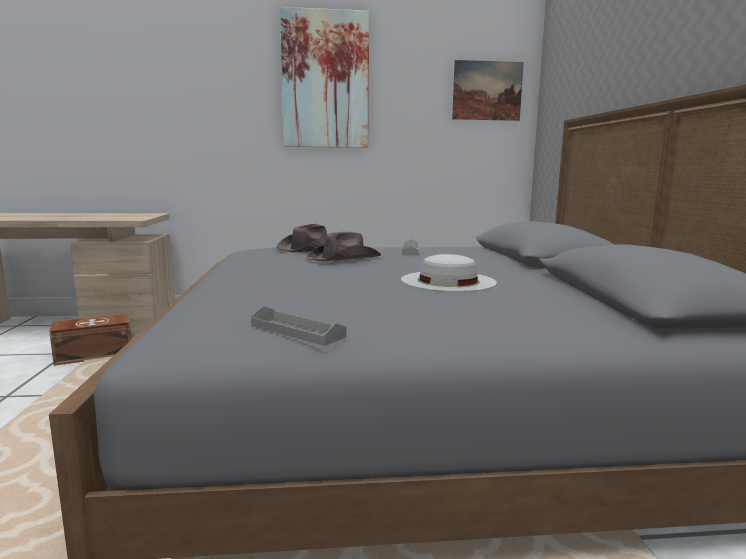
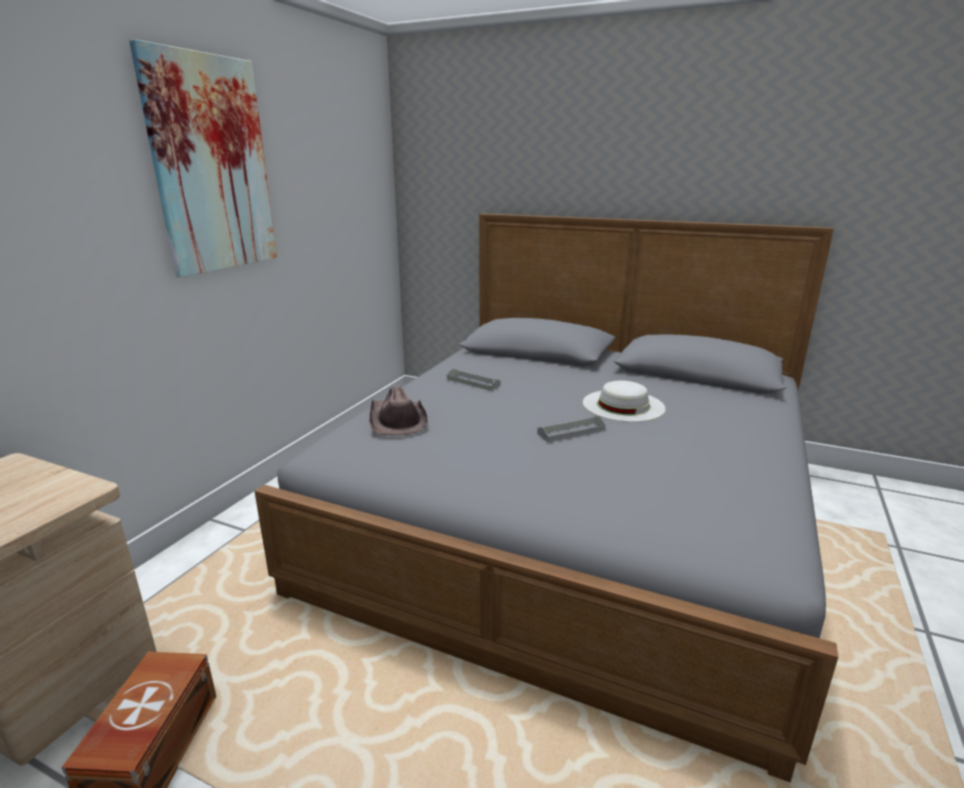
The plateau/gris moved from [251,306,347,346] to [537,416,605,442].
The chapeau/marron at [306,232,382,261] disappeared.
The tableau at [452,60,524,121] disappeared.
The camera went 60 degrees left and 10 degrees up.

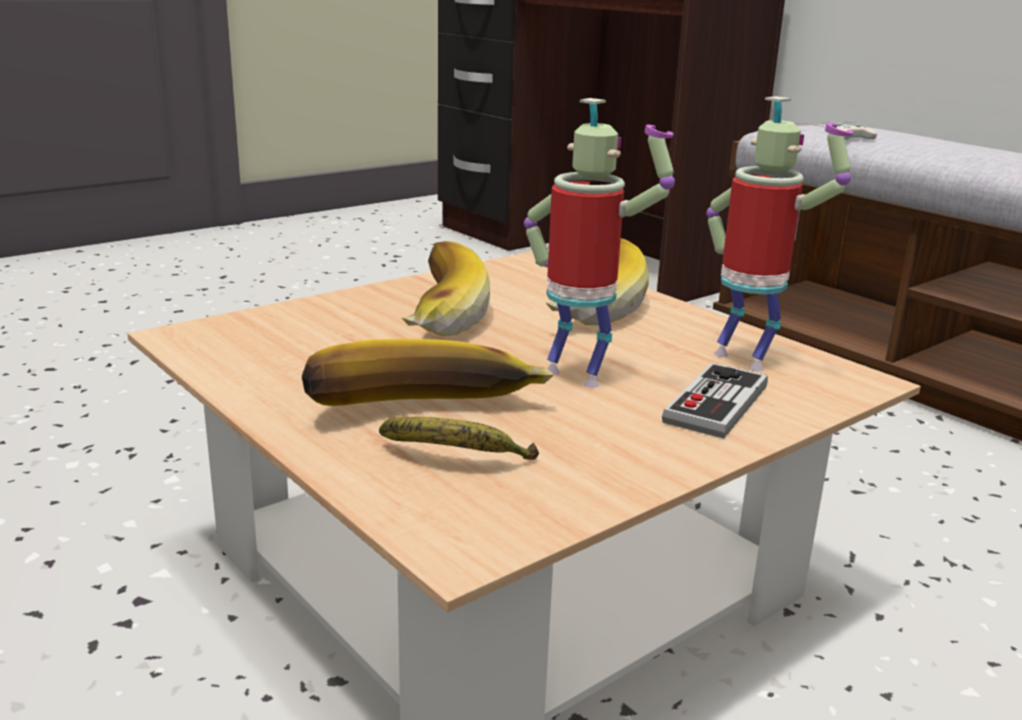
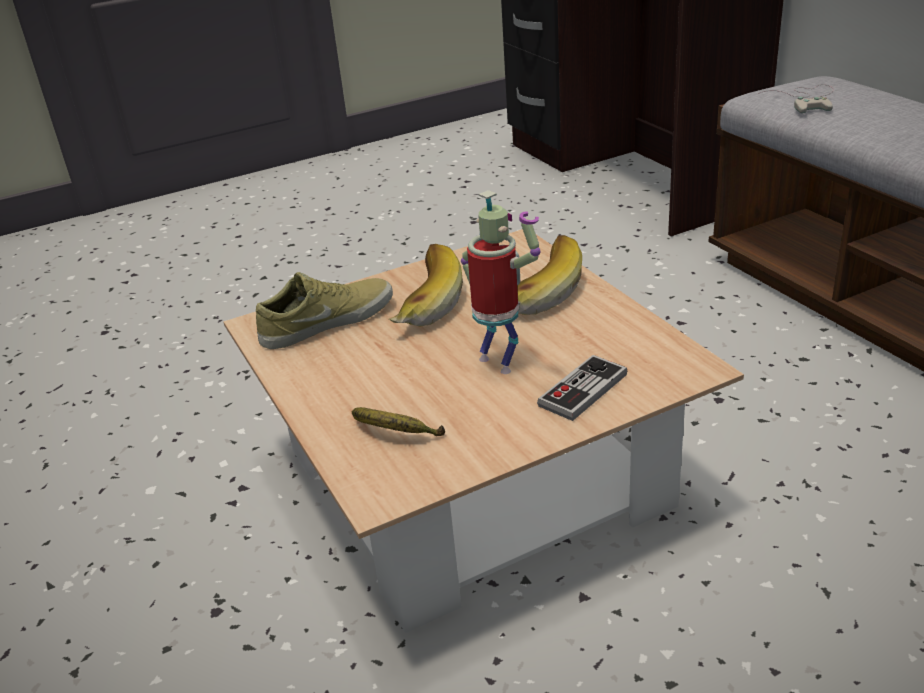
The chaussure/beige at [256,272,393,349] appeared.
The banane at [302,339,554,406] disappeared.
The robot jouet at [706,96,854,371] disappeared.
The camera went 15 degrees right and 10 degrees up.

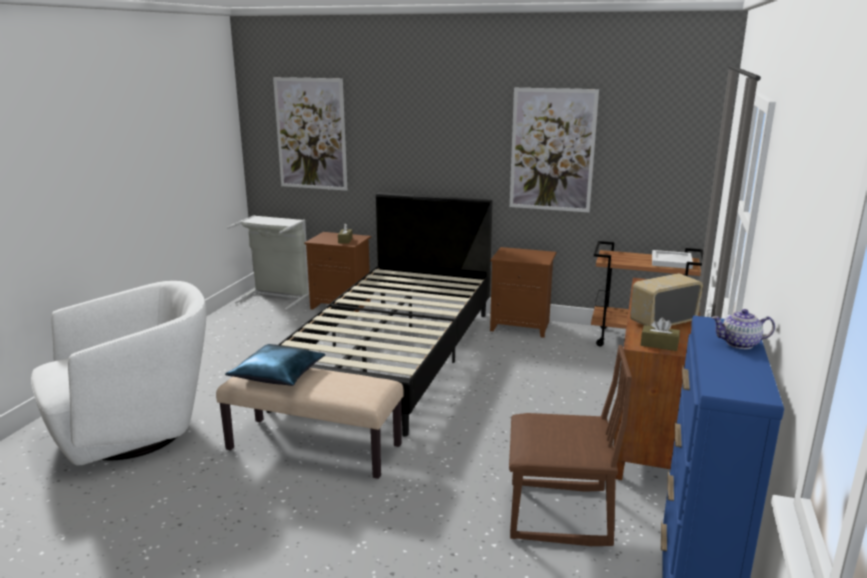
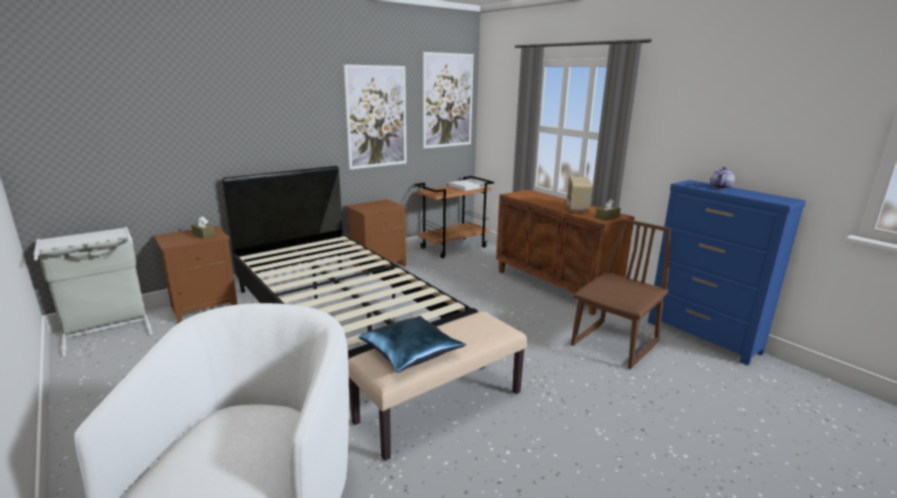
The tableau moved from [273,77,347,191] to [423,52,474,149].
The camera went 55 degrees left and 0 degrees up.

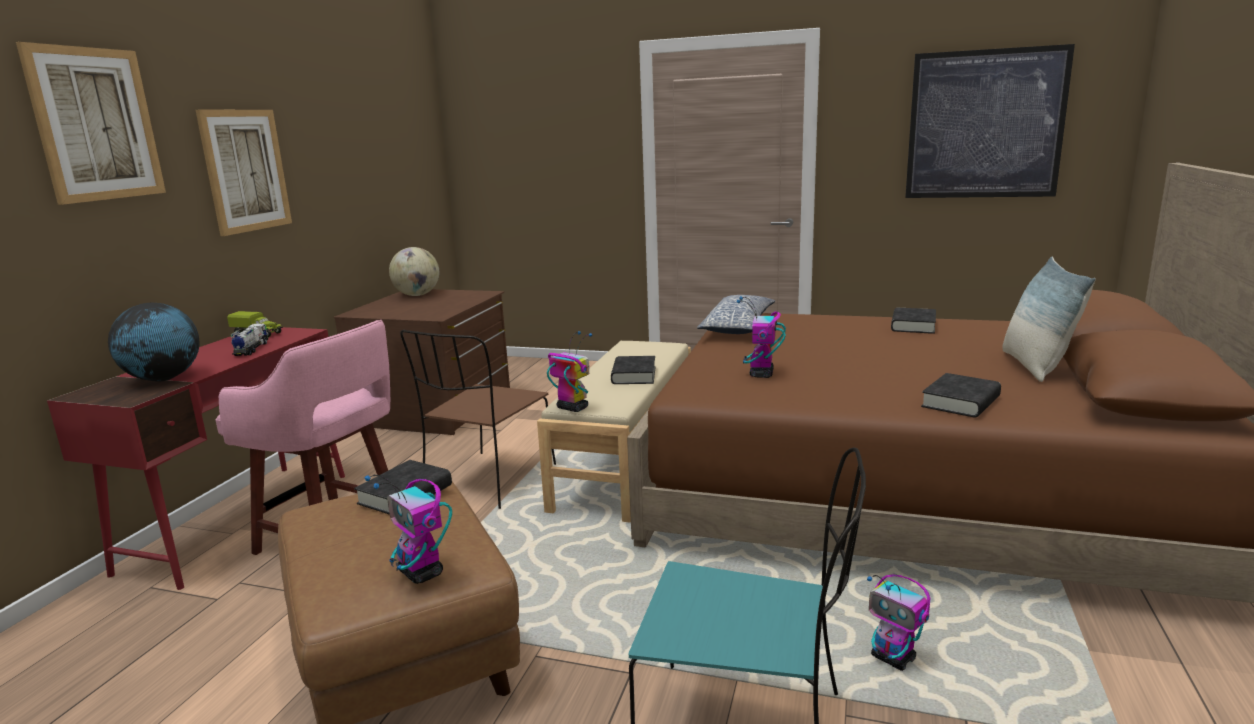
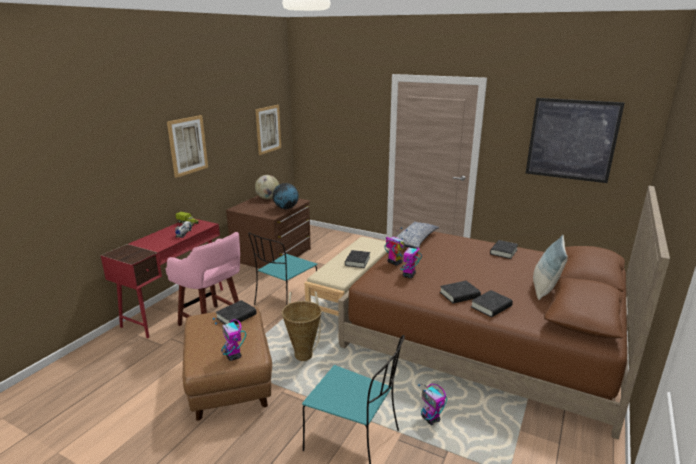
The chaise/marron at [400,330,556,509] became the chaise/turquoise at [248,233,317,306].
The tableau moved from [16,42,166,205] to [255,105,281,155].
The globe moved from [108,303,200,382] to [273,183,299,209].
The panier at [282,291,322,361] appeared.
The robot jouet moved from [547,331,592,412] to [384,227,408,266].
The livre/noir at [440,281,481,304] appeared.
The camera went 10 degrees right and 5 degrees up.

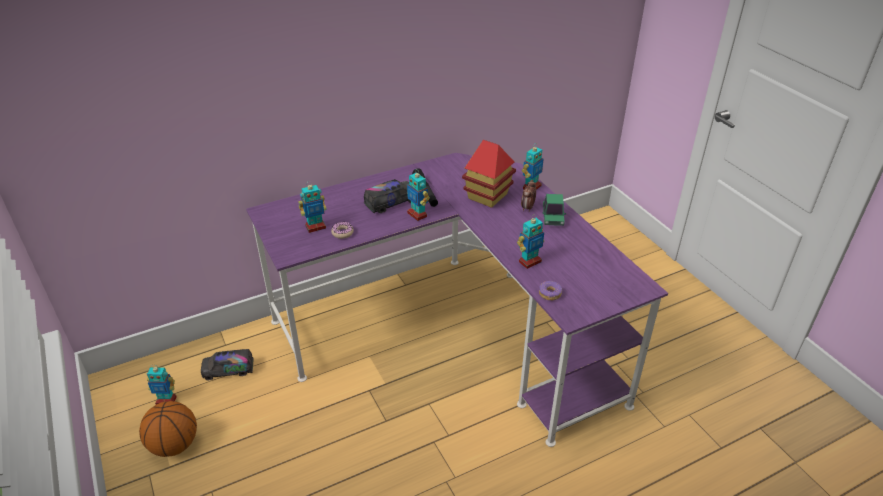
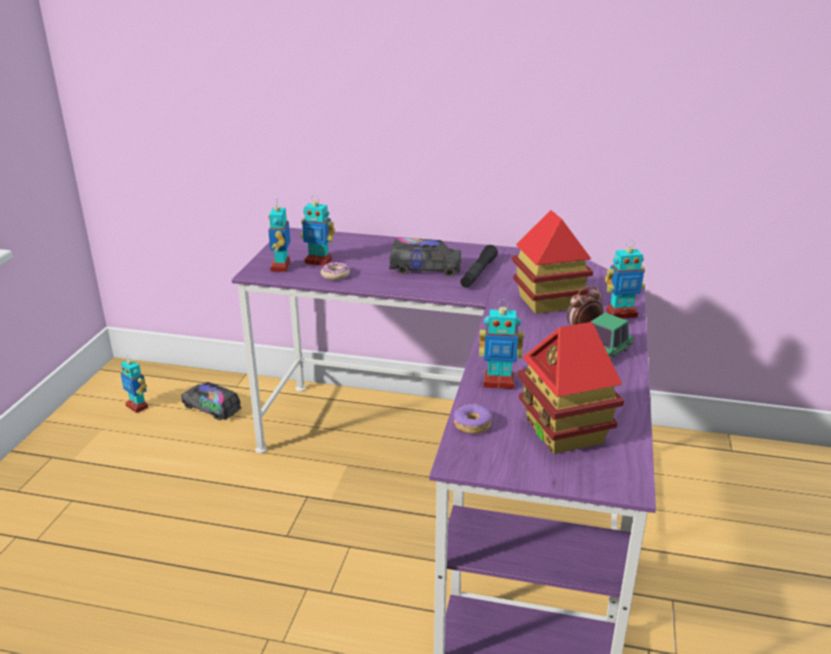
The robot jouet moved from [407,170,430,221] to [268,199,290,272].
The maison miniature at [518,322,624,454] appeared.
The ballon de basket at [139,401,197,457] disappeared.
The camera went 40 degrees right and 10 degrees down.

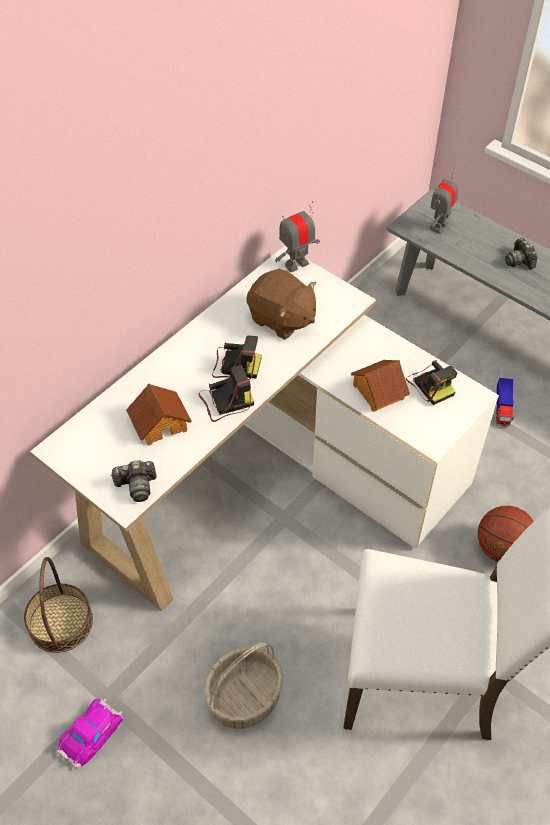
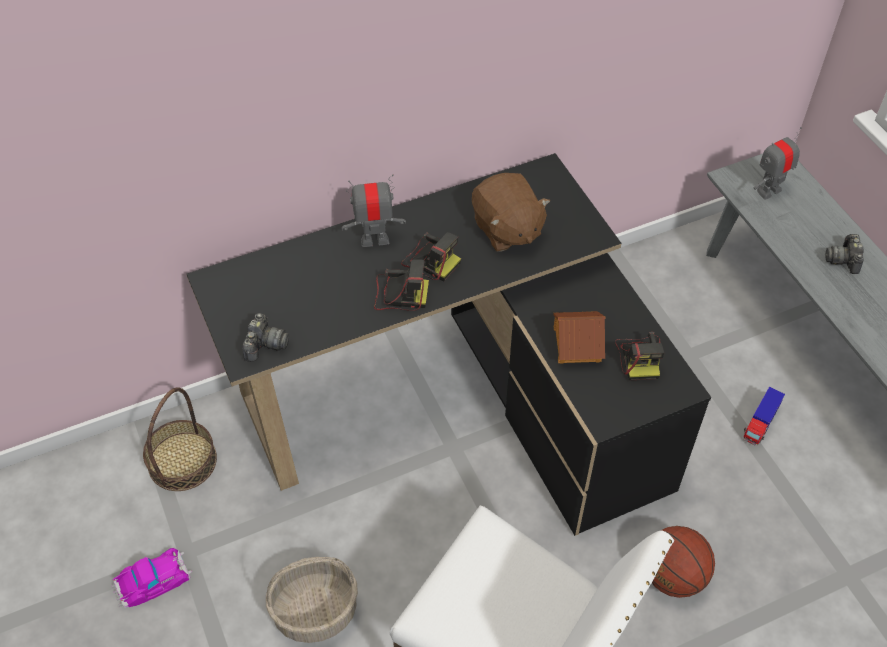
The bureau/blanc at [30,246,499,612] became the bureau/noir at [187,153,711,536].
The appareil photo at [111,460,157,502] turned 90 degrees counterclockwise.
The robot jouet moved from [275,201,320,272] to [342,174,406,247].
The maison miniature at [126,383,192,446] disappeared.
The camera went 25 degrees right and 0 degrees up.

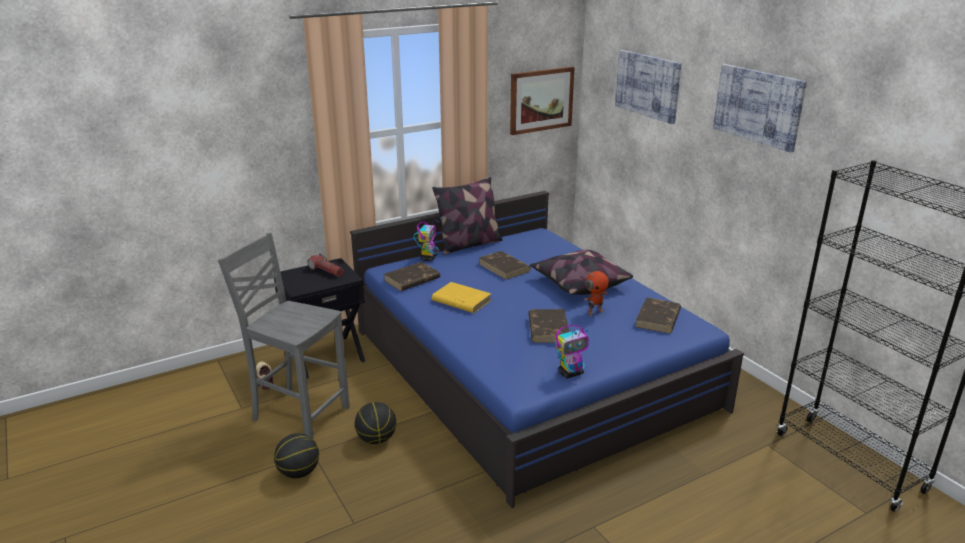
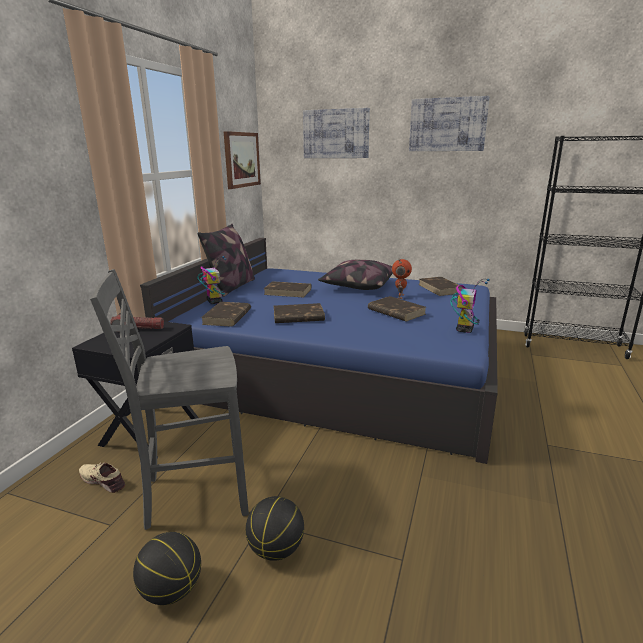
The ballon de basket moved from [355,402,396,444] to [133,532,201,605].
The livre/jaune at [432,282,491,313] became the livre/marron at [274,303,325,323].
The camera went 40 degrees left and 5 degrees down.

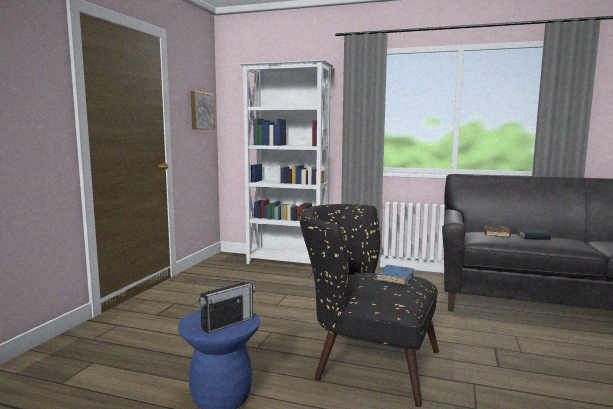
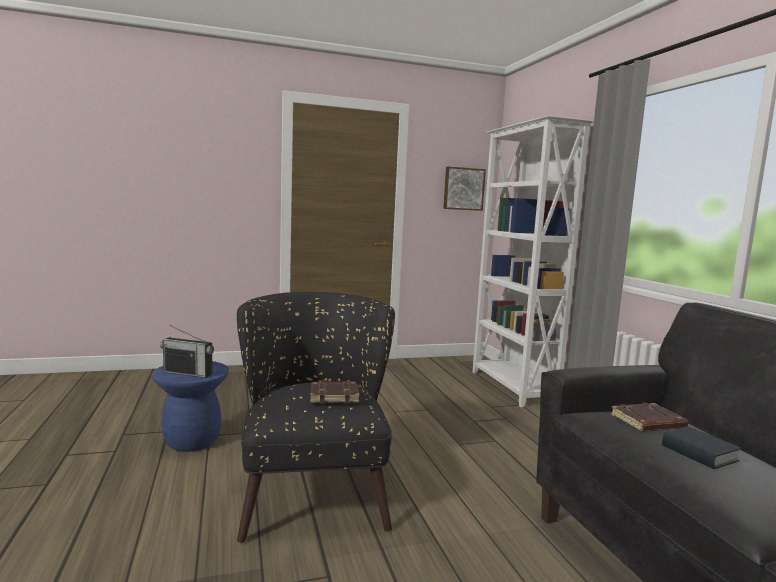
The livre/bleu at [375,265,415,285] became the livre/marron at [310,381,359,404].
The camera went 55 degrees right and 0 degrees up.

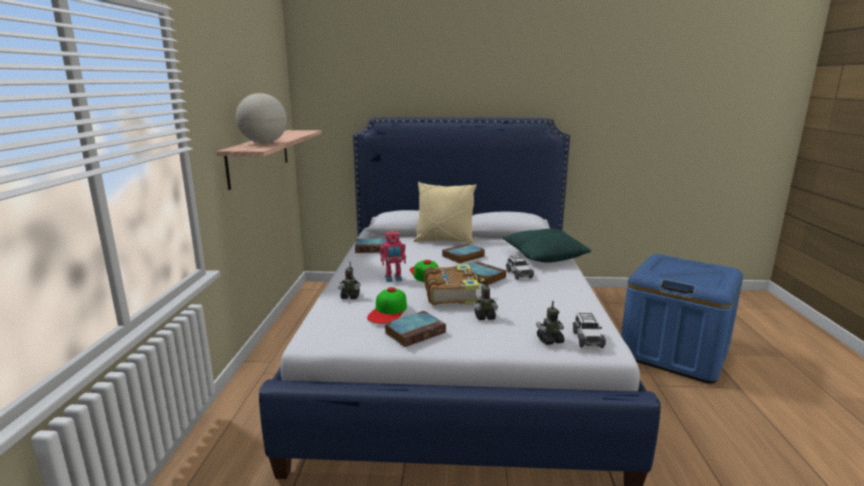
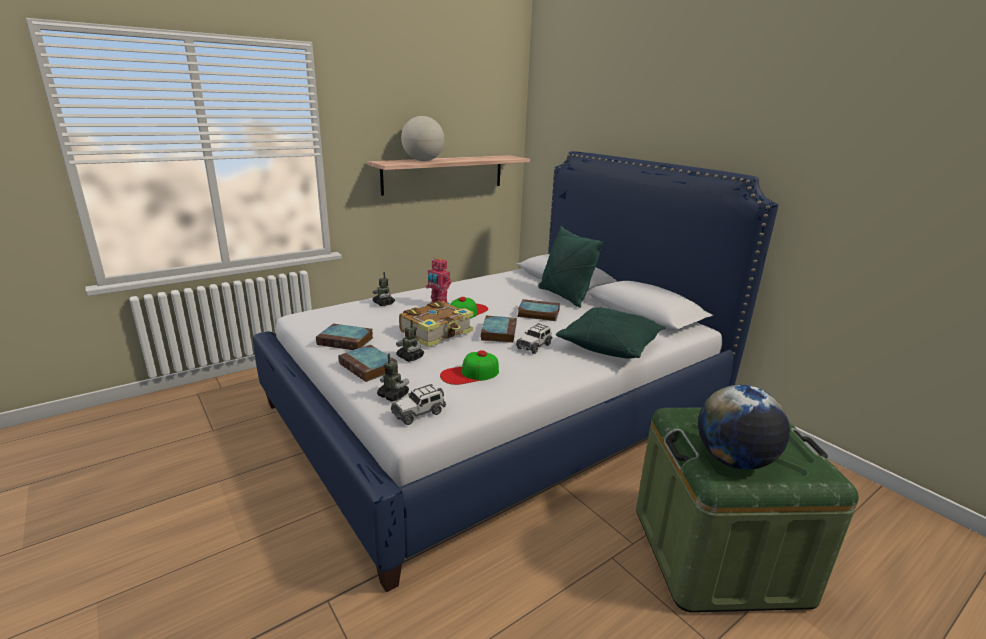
The livre moved from [355,238,387,253] to [338,345,397,382].
The casquette moved from [367,287,407,324] to [440,350,499,385].
The coussin/beige at [414,182,476,244] became the coussin/vert at [538,226,605,308].
The boîte de rangement/bleu at [621,254,743,384] became the boîte de rangement/vert at [636,408,859,613].
The globe at [698,385,790,470] appeared.
The camera went 50 degrees right and 5 degrees up.

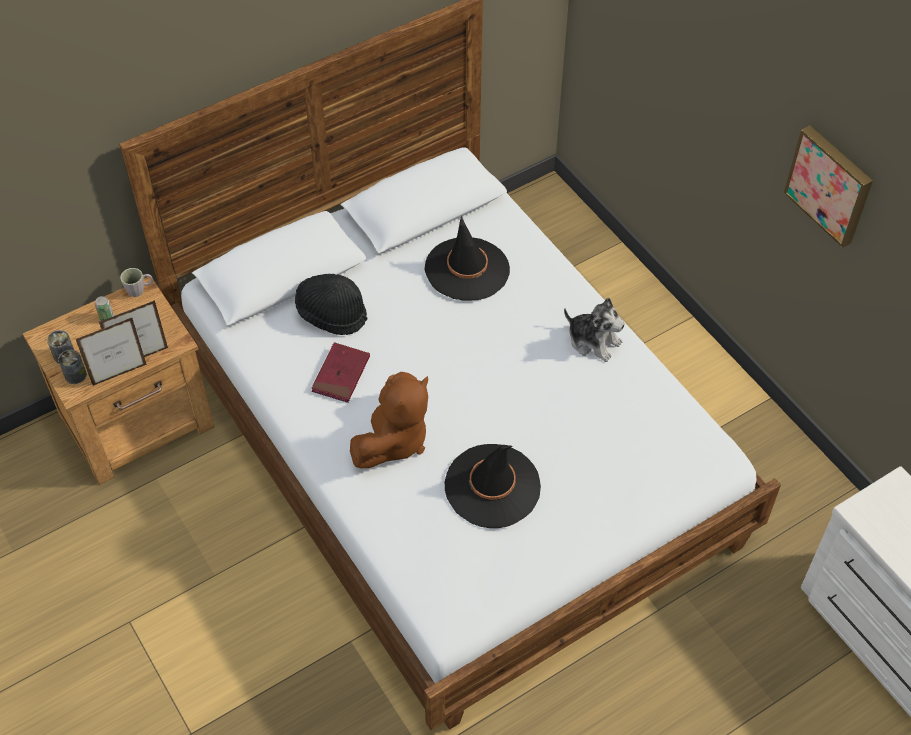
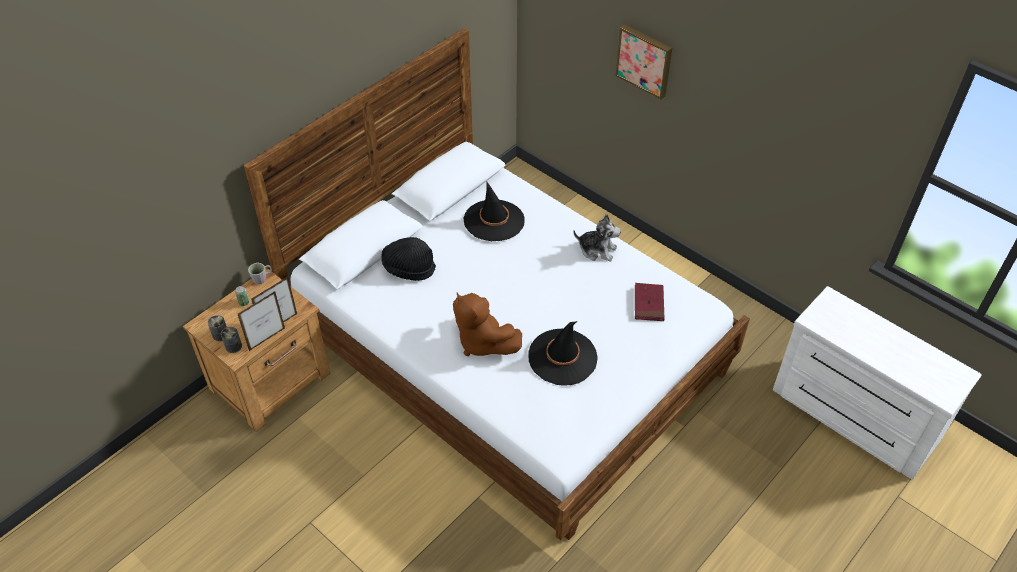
The peluche/marron at [350,372,428,468] turned 120 degrees clockwise.
The tableau moved from [784,125,873,248] to [615,25,672,99].
The livre/rouge moved from [311,342,370,403] to [635,283,664,321].
The camera went 15 degrees left and 5 degrees down.

